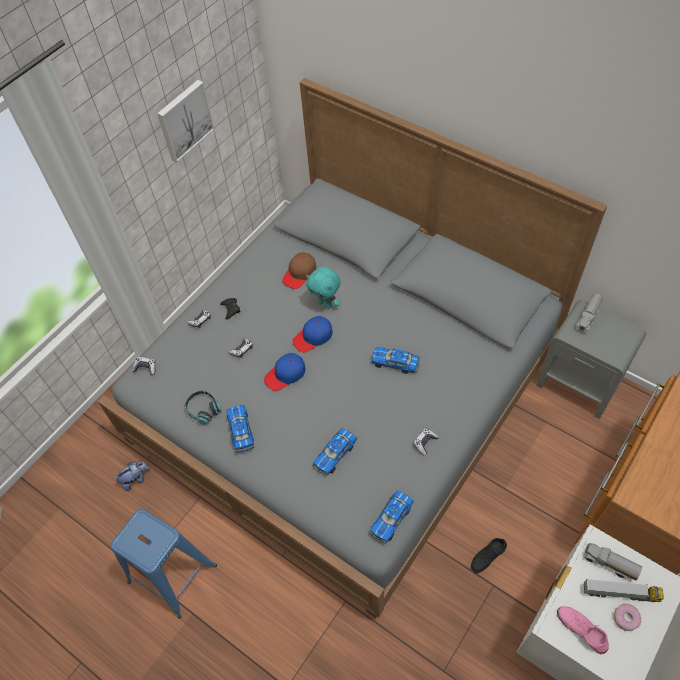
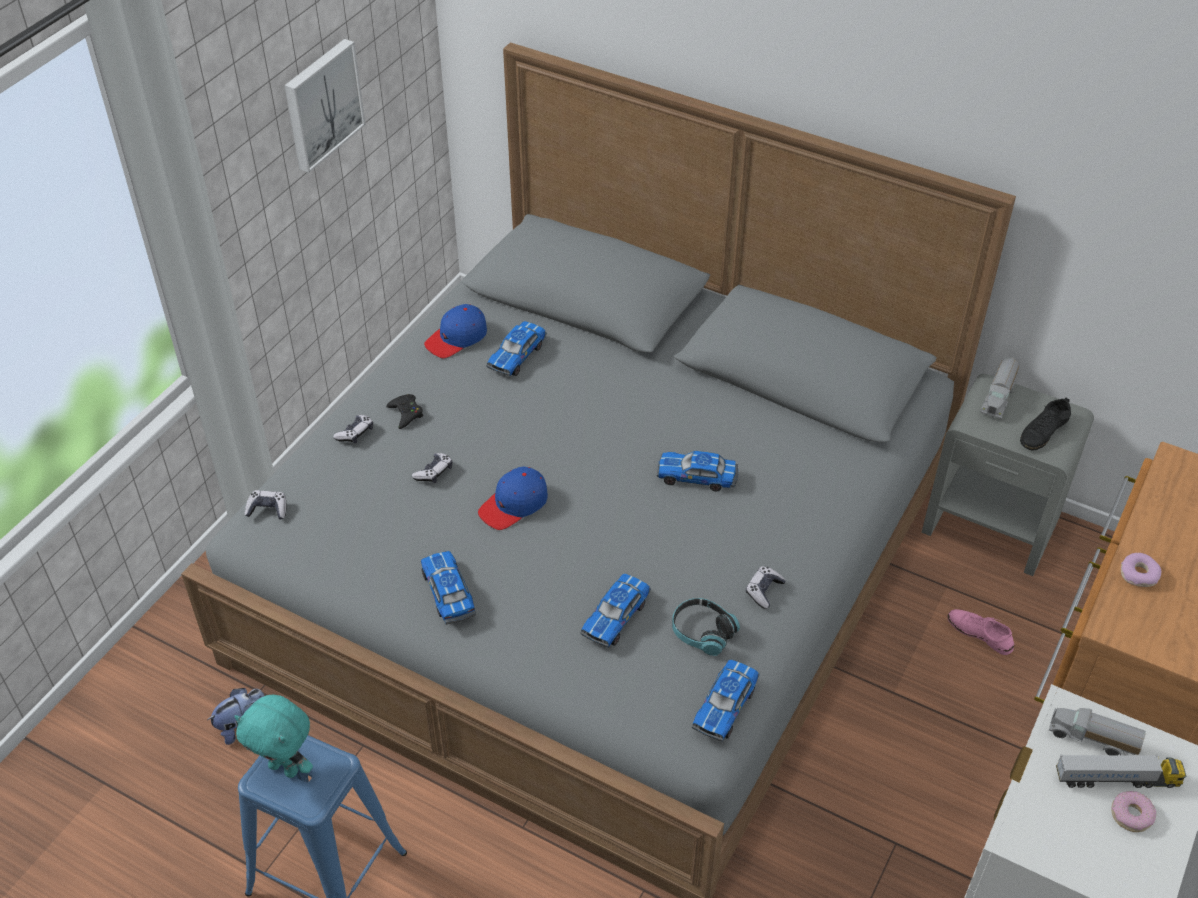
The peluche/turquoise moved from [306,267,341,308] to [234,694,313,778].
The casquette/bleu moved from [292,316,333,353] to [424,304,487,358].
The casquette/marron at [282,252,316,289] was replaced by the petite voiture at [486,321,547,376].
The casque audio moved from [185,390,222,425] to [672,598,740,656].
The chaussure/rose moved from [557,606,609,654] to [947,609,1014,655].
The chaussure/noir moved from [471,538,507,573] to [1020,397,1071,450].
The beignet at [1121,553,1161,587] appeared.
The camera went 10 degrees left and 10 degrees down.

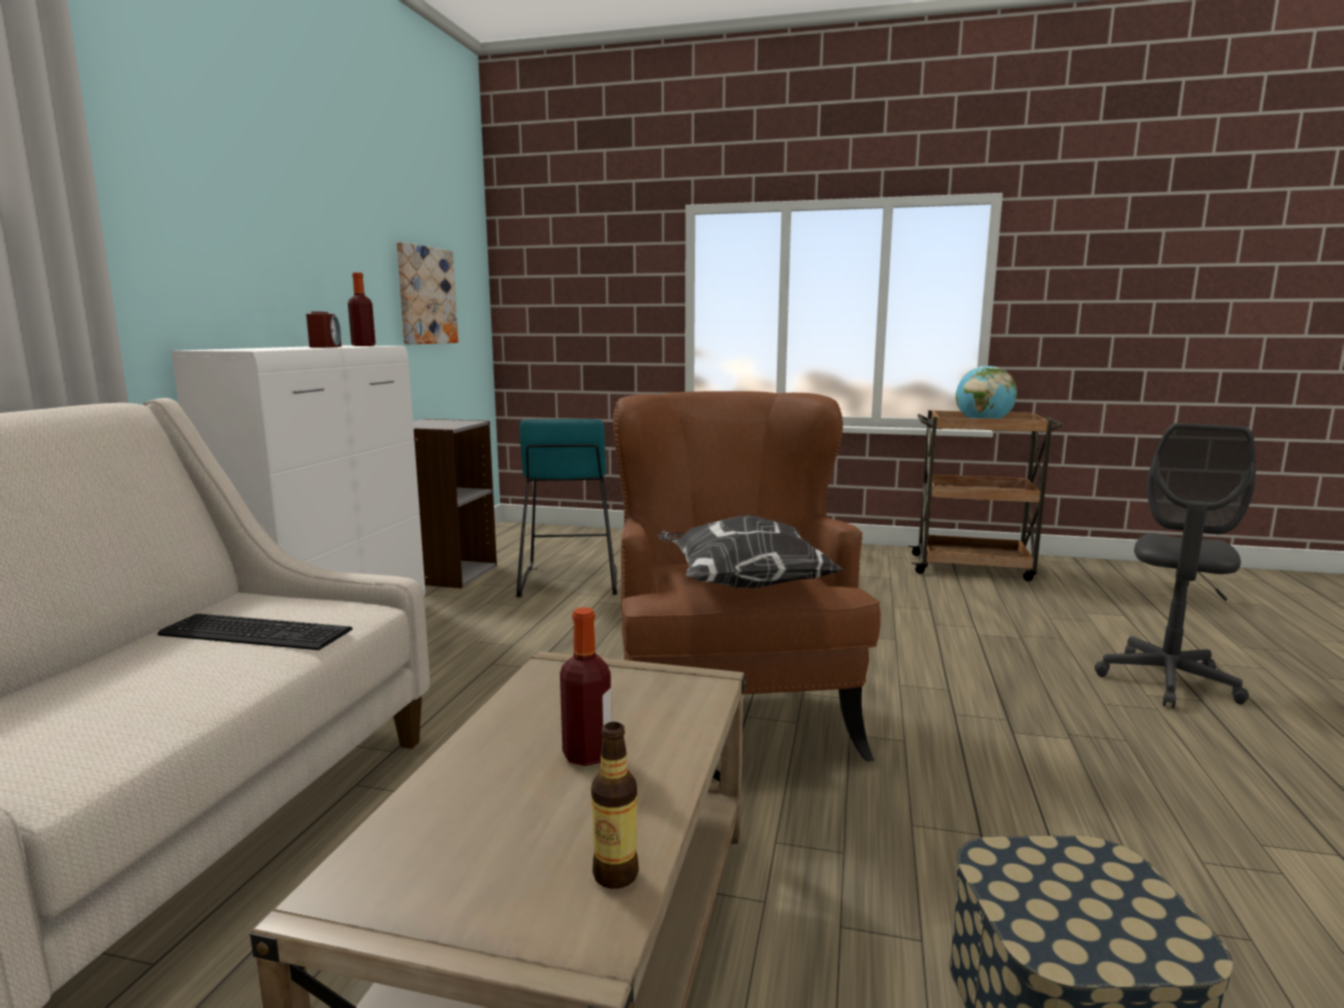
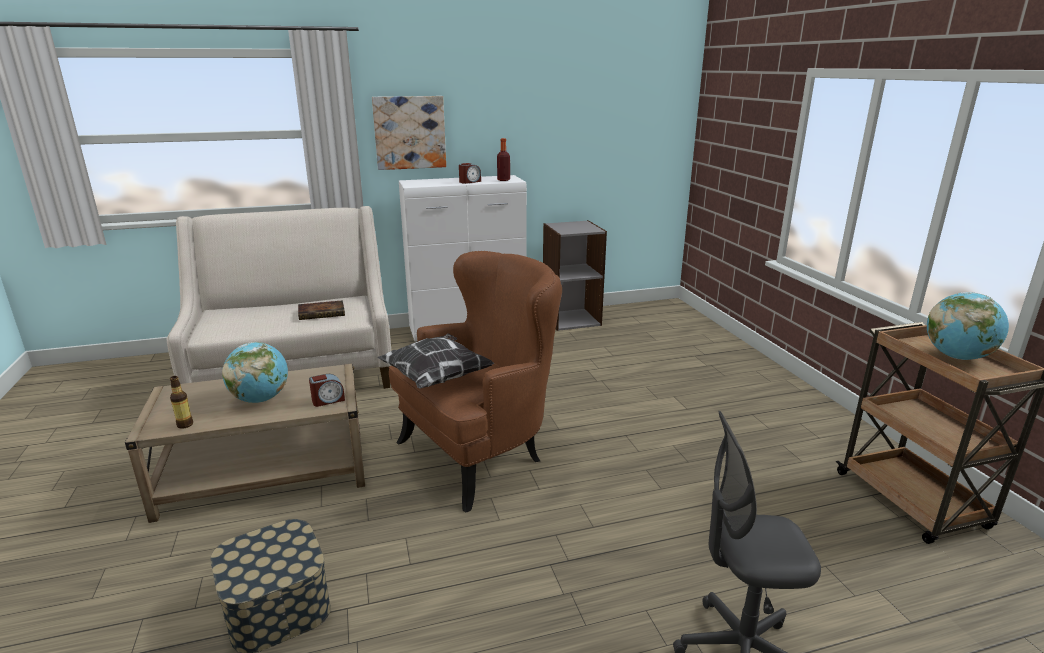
The bouteille at [560,607,612,766] was replaced by the globe at [222,342,288,403].
The clavier at [157,613,353,650] was replaced by the livre at [298,300,345,320].
The réveil at [309,374,345,407] appeared.
The tableau moved from [397,242,458,344] to [372,96,446,170].
The tabouret/turquoise at [516,419,617,597] disappeared.
The camera went 60 degrees right and 10 degrees up.

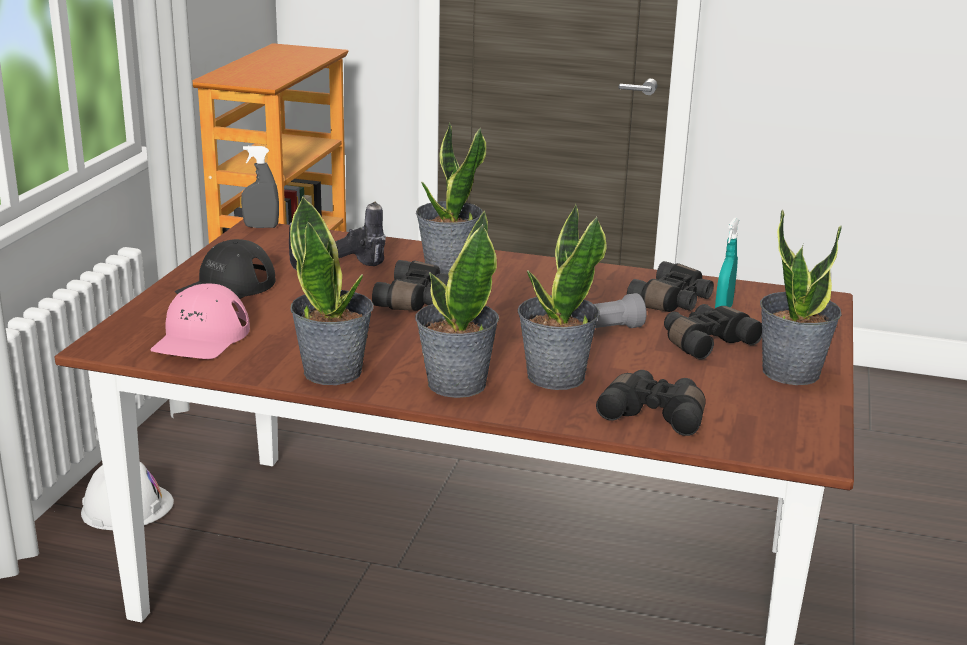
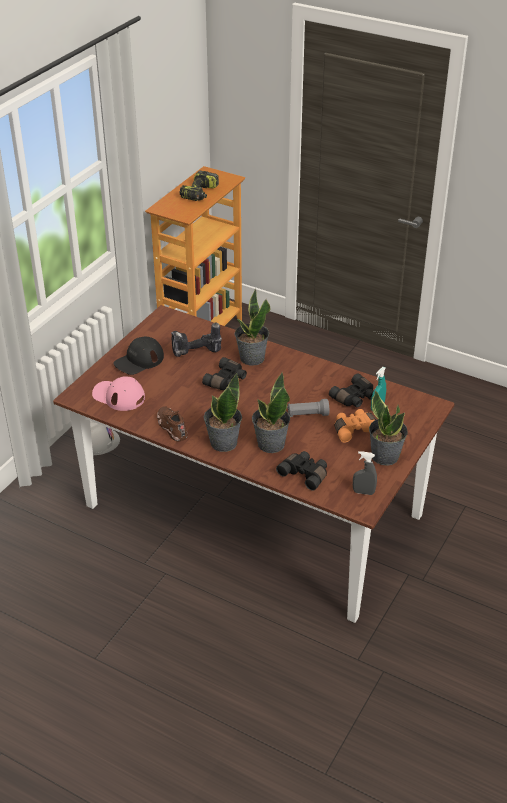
The casquette/rose at [150,284,250,359] turned 90 degrees clockwise.
The plante en pot at [290,196,374,385] was replaced by the chaussure/marron at [157,406,188,442].
The perceuse at [180,171,219,201] appeared.
The jumelles/noir at [664,304,762,360] became the jumelles/orange at [334,409,376,443].
The vaporisateur/gris moved from [241,146,279,228] to [353,451,377,495].
The camera went 15 degrees right and 15 degrees up.

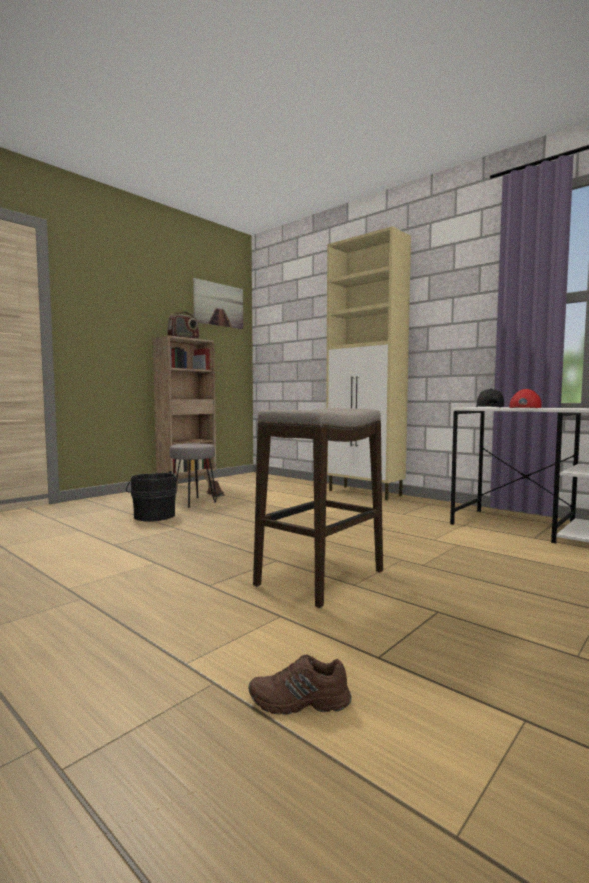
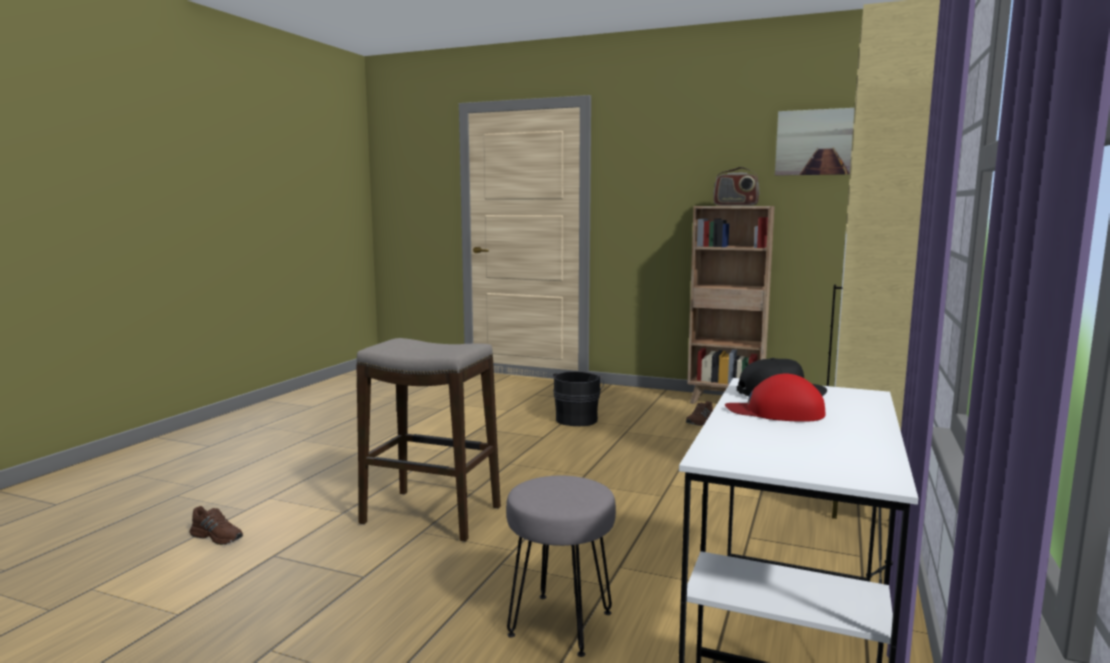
The chaussure/marron at [248,654,351,715] turned 135 degrees clockwise.
The tabouret/gris moved from [170,443,217,508] to [506,476,616,657].
The camera went 70 degrees right and 5 degrees up.

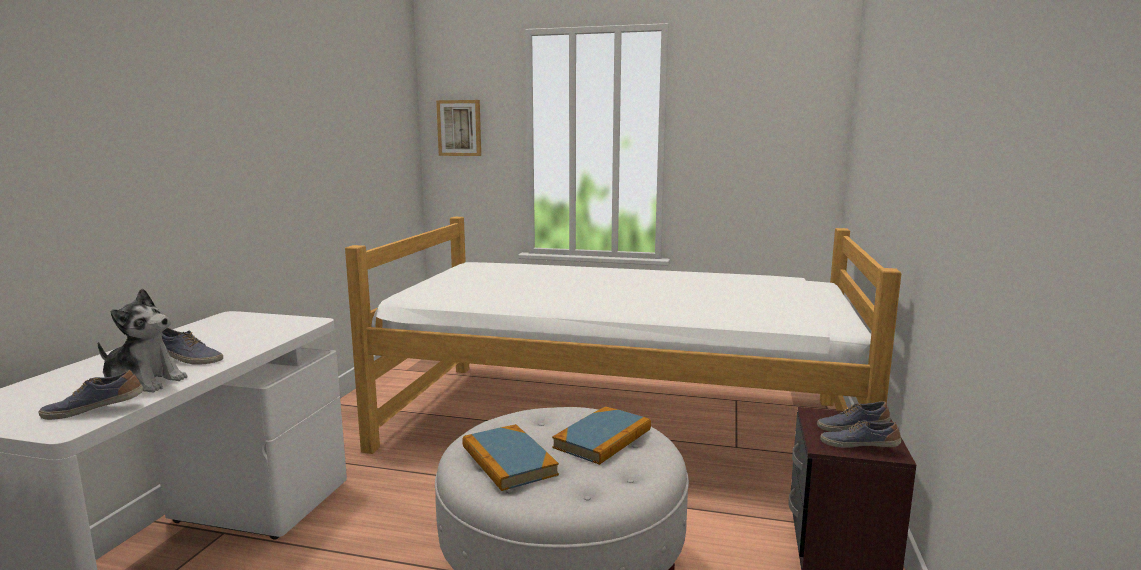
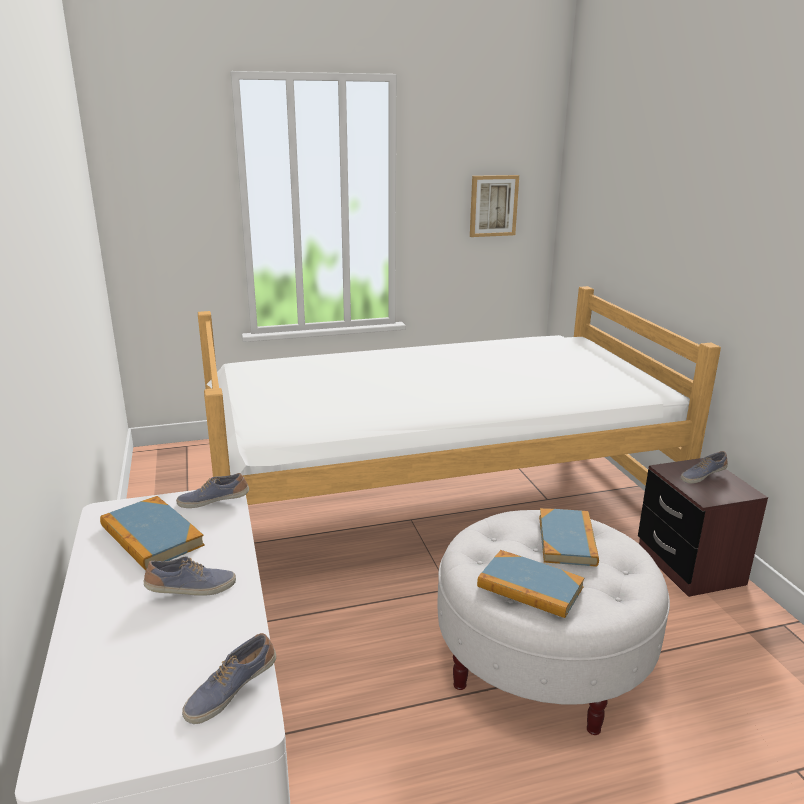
The livre at [100,496,205,570] appeared.
The chaussure moved from [820,421,901,448] to [176,473,249,508].
The tableau moved from [436,100,481,156] to [470,175,519,237].
The peluche at [98,288,188,392] disappeared.
The camera went 30 degrees left and 10 degrees up.

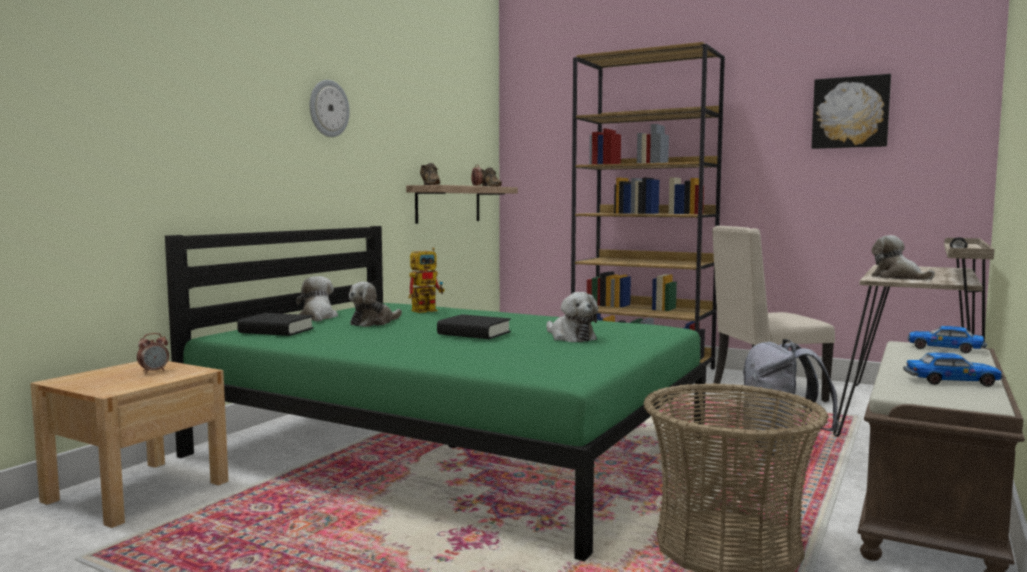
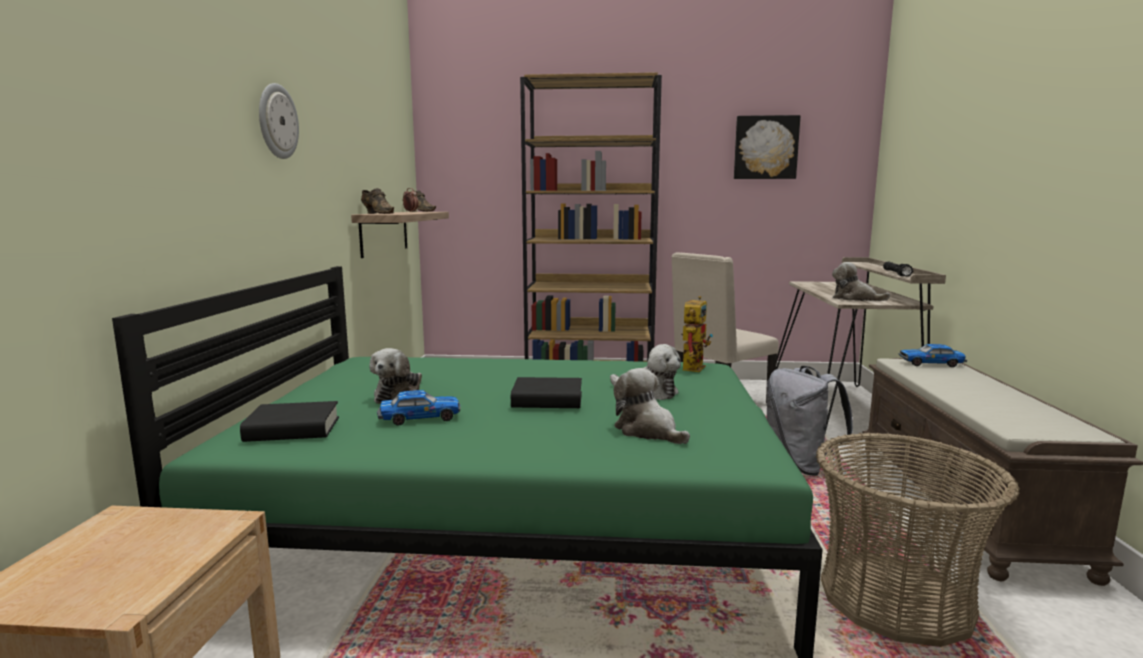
The petite voiture moved from [903,353,1003,387] to [377,390,460,426].
The peluche moved from [296,276,338,322] to [613,368,690,444].
The robot jouet moved from [408,248,445,313] to [681,296,713,372].
The réveil at [137,333,169,373] disappeared.
The camera went 25 degrees left and 5 degrees up.

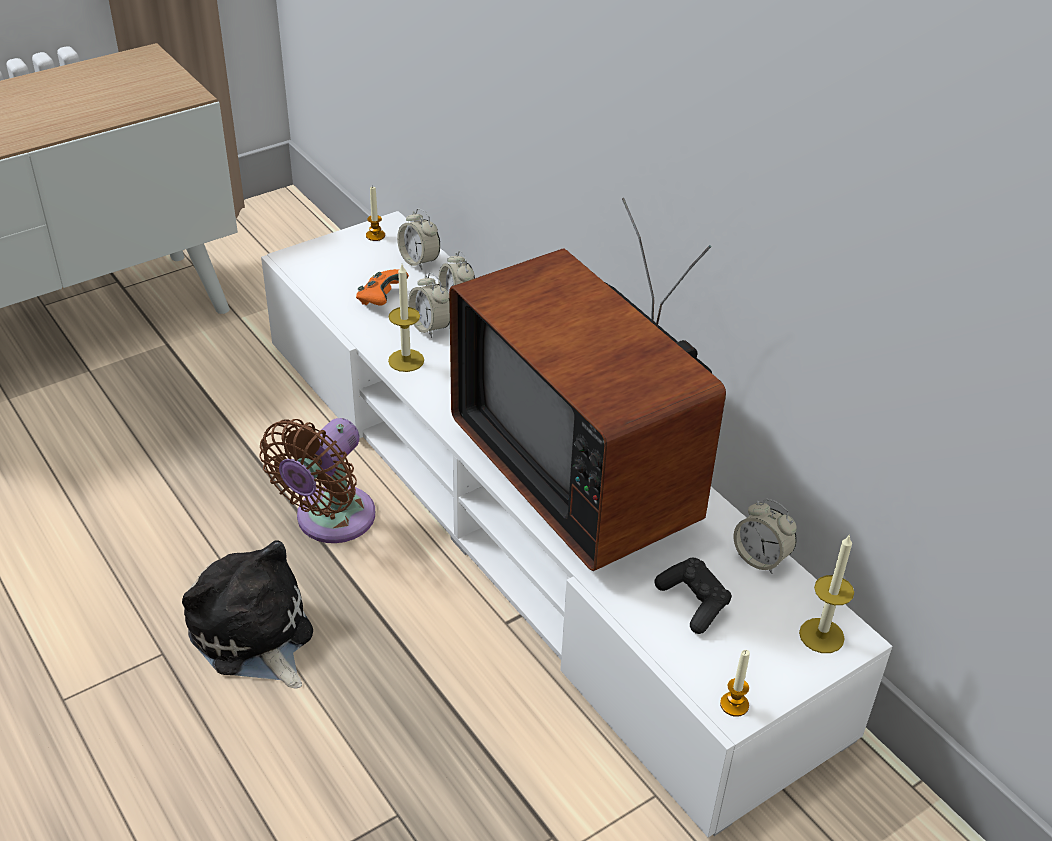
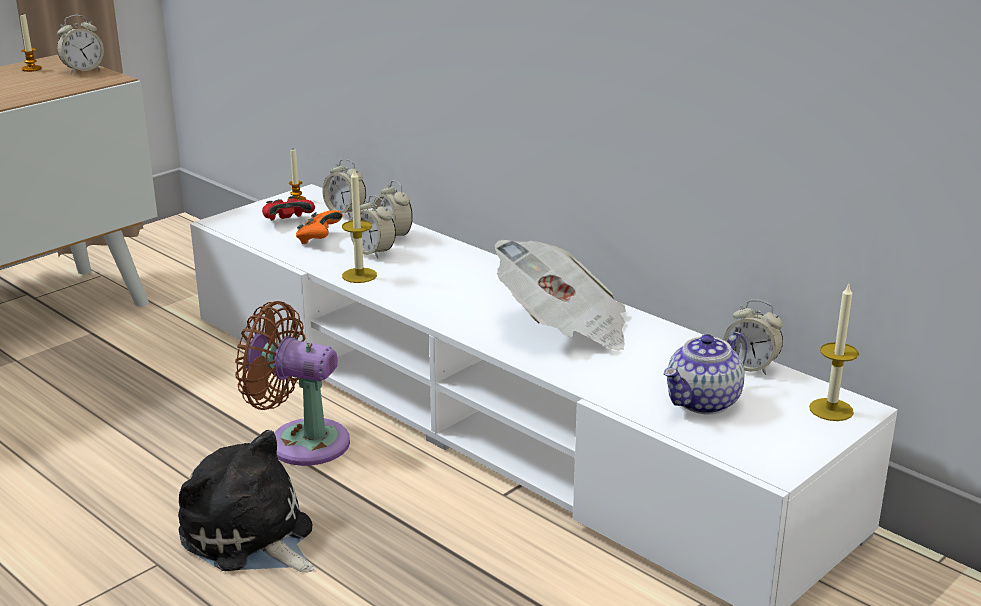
The bougie moved from [720,650,750,717] to [20,13,42,72].
The réveil at [57,15,104,74] appeared.
The ventilateur/marron at [260,418,375,543] turned 90 degrees clockwise.
The manette/rouge at [262,196,315,220] appeared.
The téléviseur at [449,198,726,571] was replaced by the journal at [495,239,626,350].
The manette/noir at [654,558,732,634] was replaced by the théière at [664,332,747,414].
The camera went 10 degrees left and 15 degrees down.

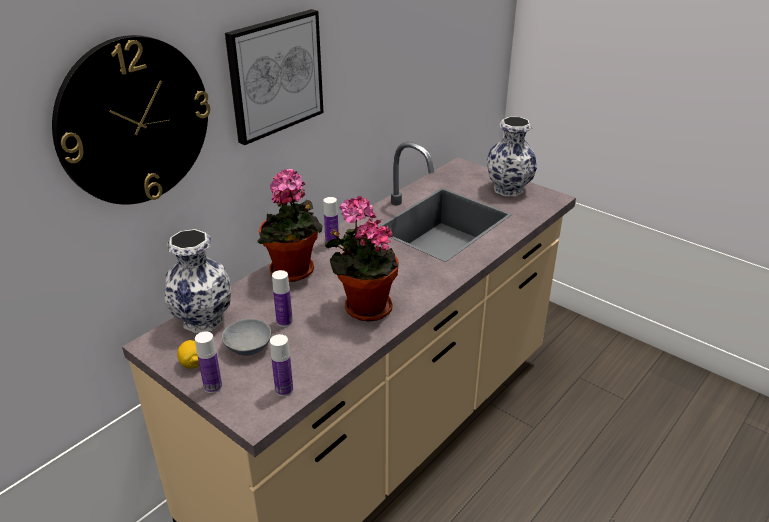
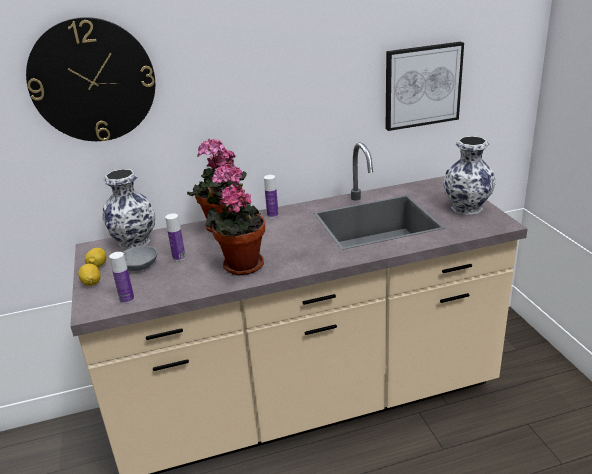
The bouteille at [195,331,222,393] was replaced by the citron at [78,264,101,286].
The tableau moved from [225,9,324,145] to [386,42,464,131].
The camera went 35 degrees right and 5 degrees down.

